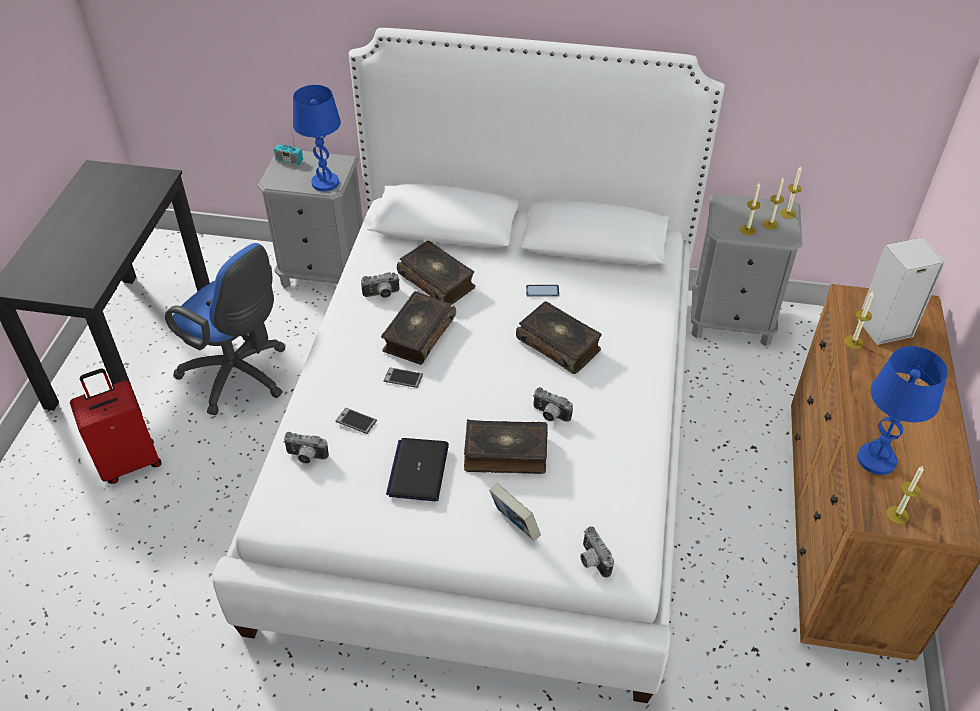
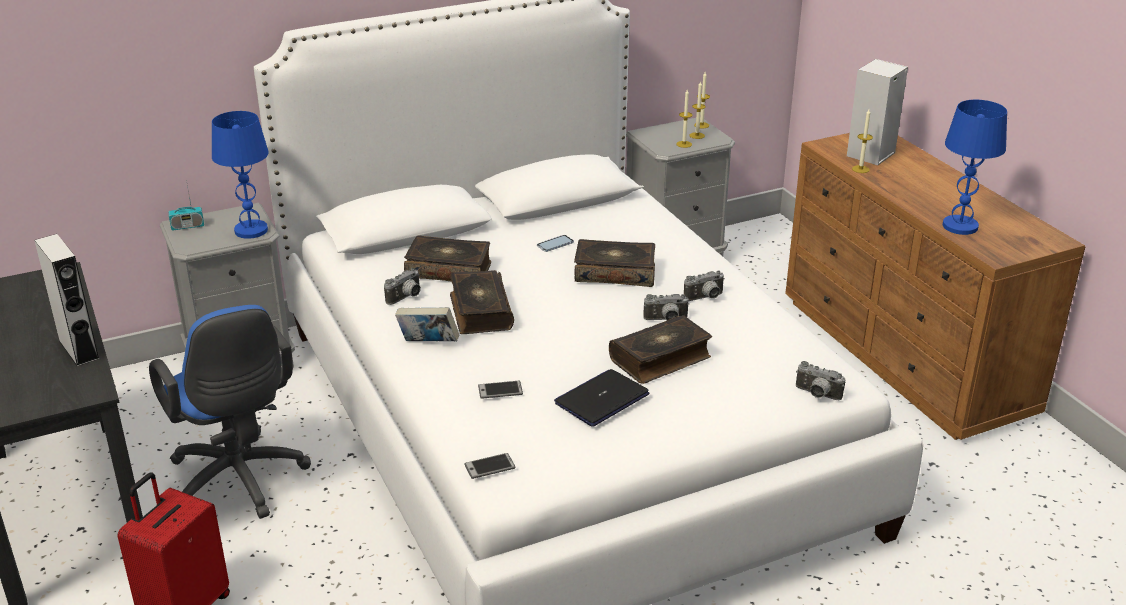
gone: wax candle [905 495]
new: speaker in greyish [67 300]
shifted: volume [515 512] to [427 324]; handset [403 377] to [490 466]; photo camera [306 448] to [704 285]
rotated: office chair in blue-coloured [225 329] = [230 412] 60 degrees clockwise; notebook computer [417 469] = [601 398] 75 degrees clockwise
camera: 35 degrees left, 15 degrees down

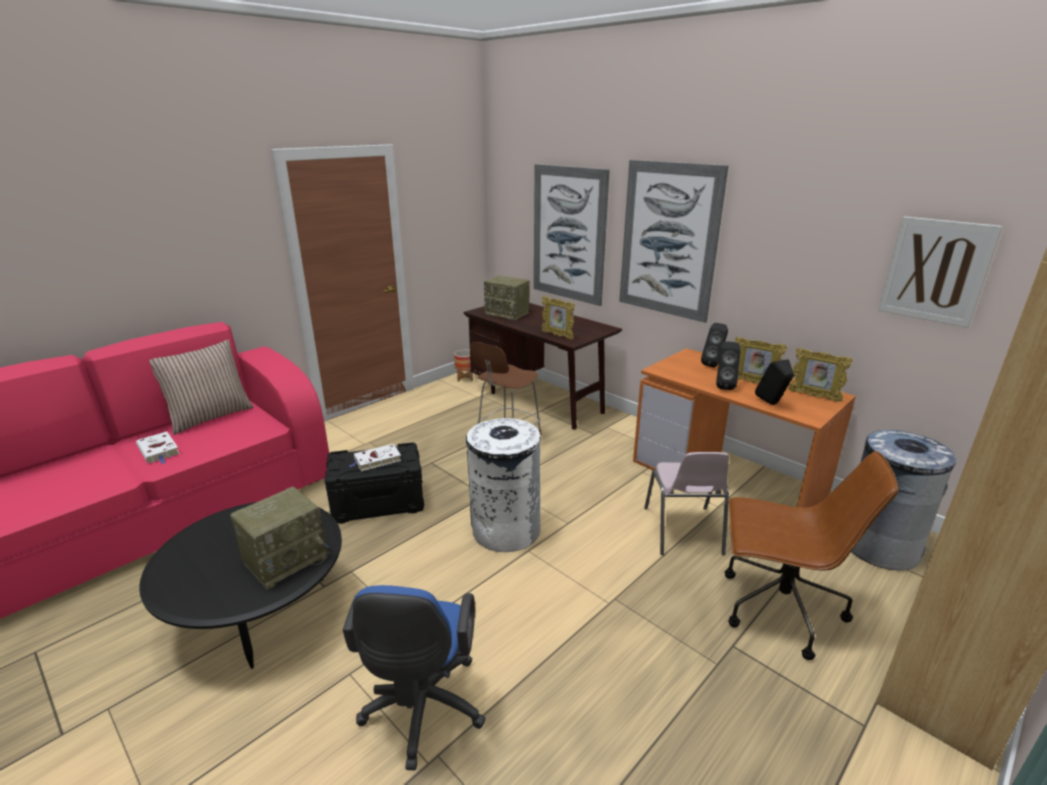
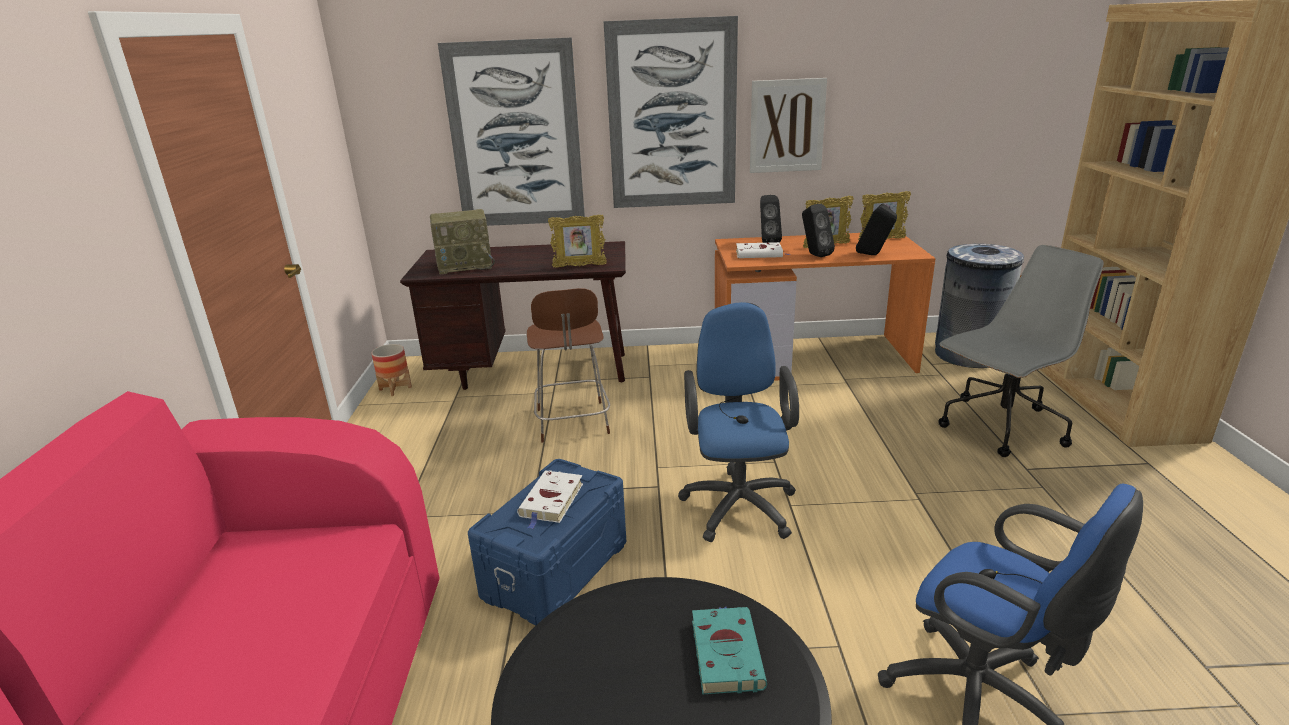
gone: pillow [201 387]; chair in pinkish [686 503]
shifted: volume in white [158 447] to [763 250]; wall art [940 272] to [788 125]
swapped: waste bin in white [503 485] to office chair in blue-coloured [738 422]; radio set [280 538] to volume in blue-green [729 650]
repainted: storage box in blackish [374 483] to storage box in blue-coloured [547 542]; office chair in brown-coloured [811 555] to office chair in greyish [1021 351]
camera: 45 degrees left, 0 degrees up

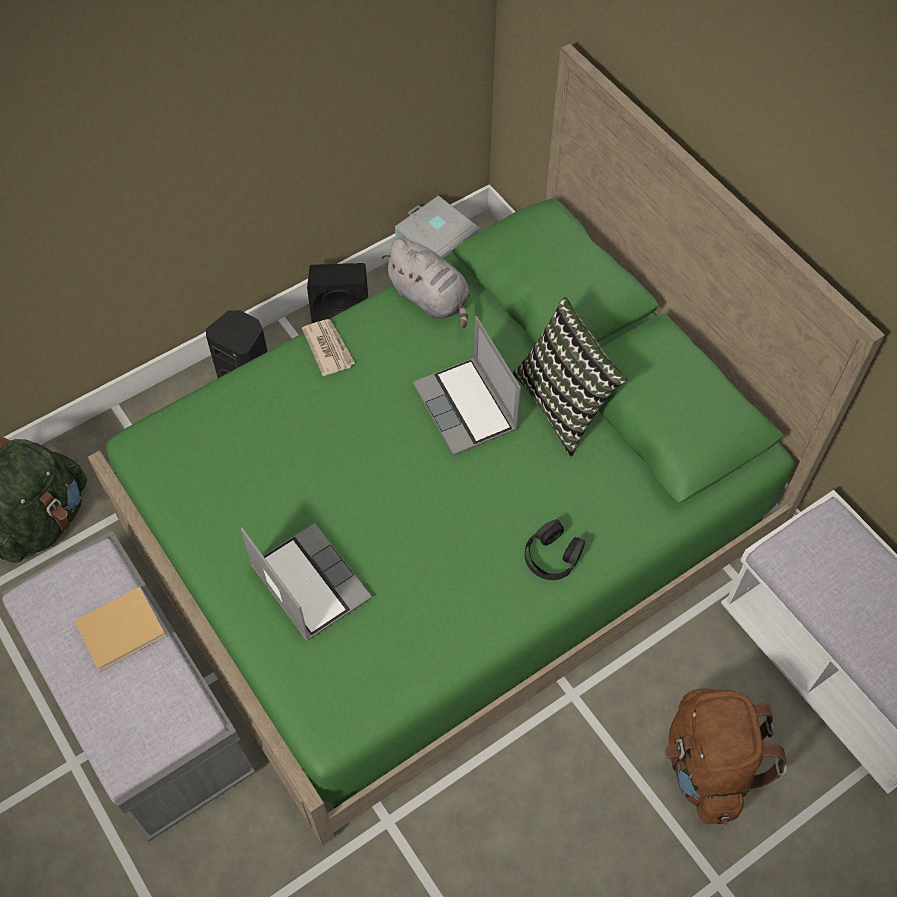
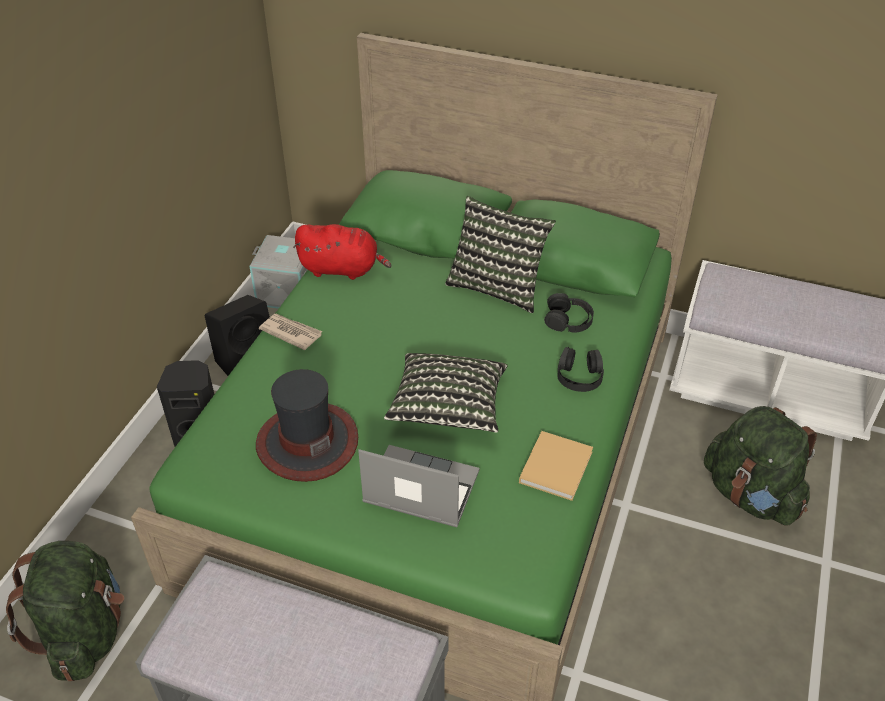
gone: notebook computer [467 386]
new: hat [307 425]; pillow [446 393]; headset in blackish [569 312]
shifted: volume in beige [120 629] to [556 466]
repainted: cuddly toy in greyish [426 283] to cuddly toy in reddish [342 252]; backpack in brown-coloured [725 757] to backpack in green-coloured [760 466]
camera: 35 degrees left, 15 degrees down

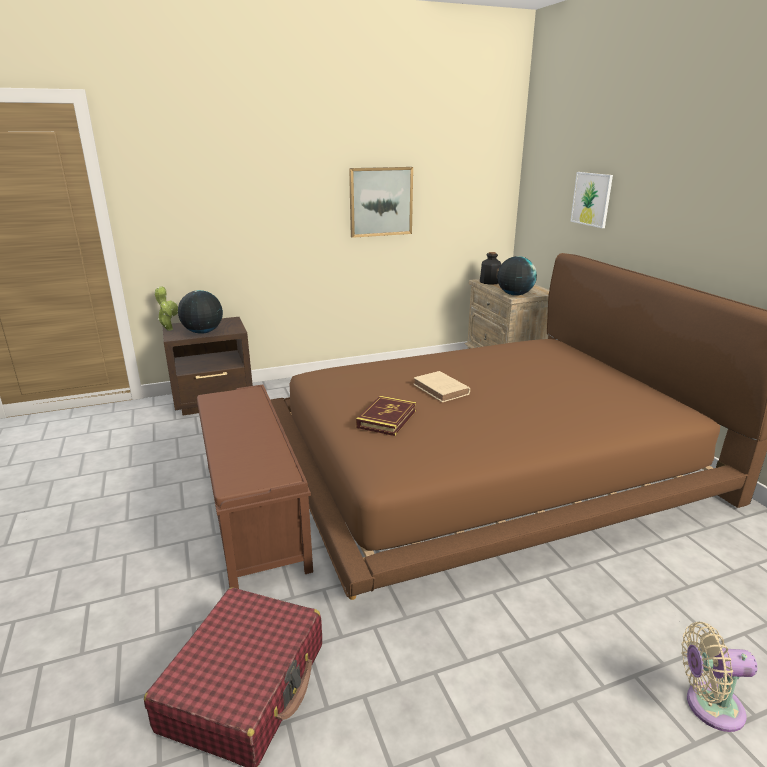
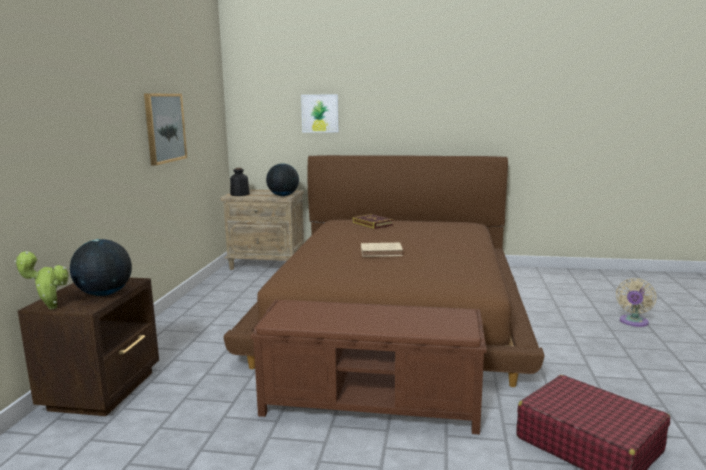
shifted: volume [386 416] to [373 221]
camera: 60 degrees left, 10 degrees down

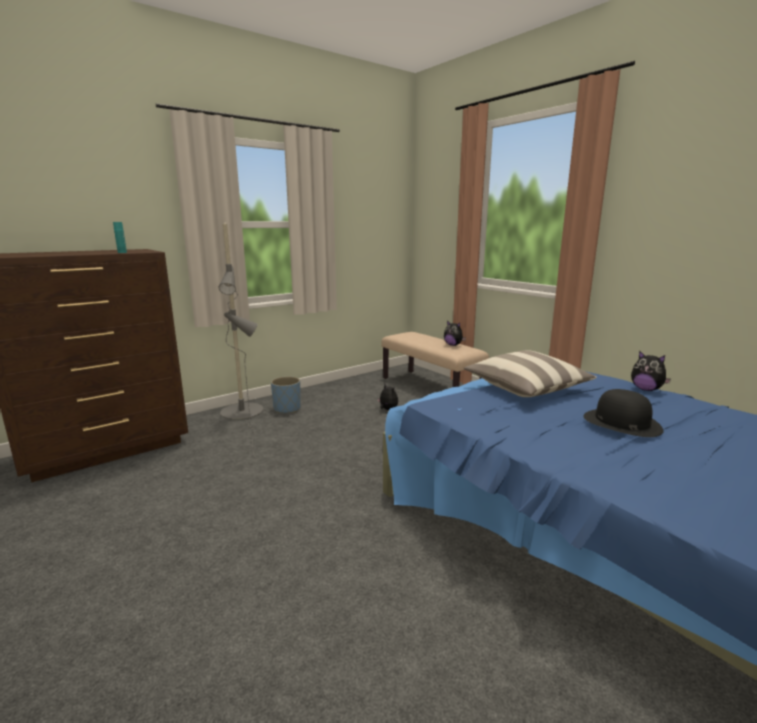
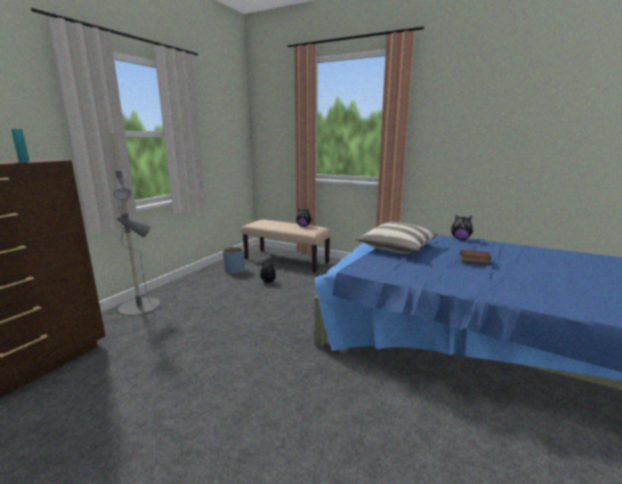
shifted: planter in blue-coloured [286 394] to [234 260]
swapped: hat in blackish [624 413] to volume [476 257]
camera: 25 degrees left, 0 degrees up

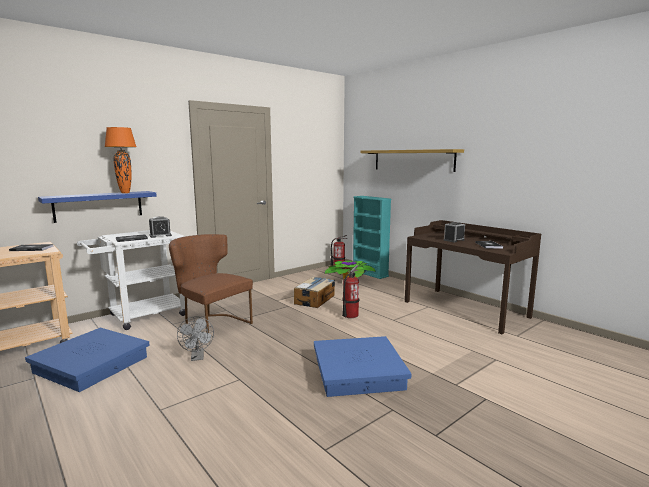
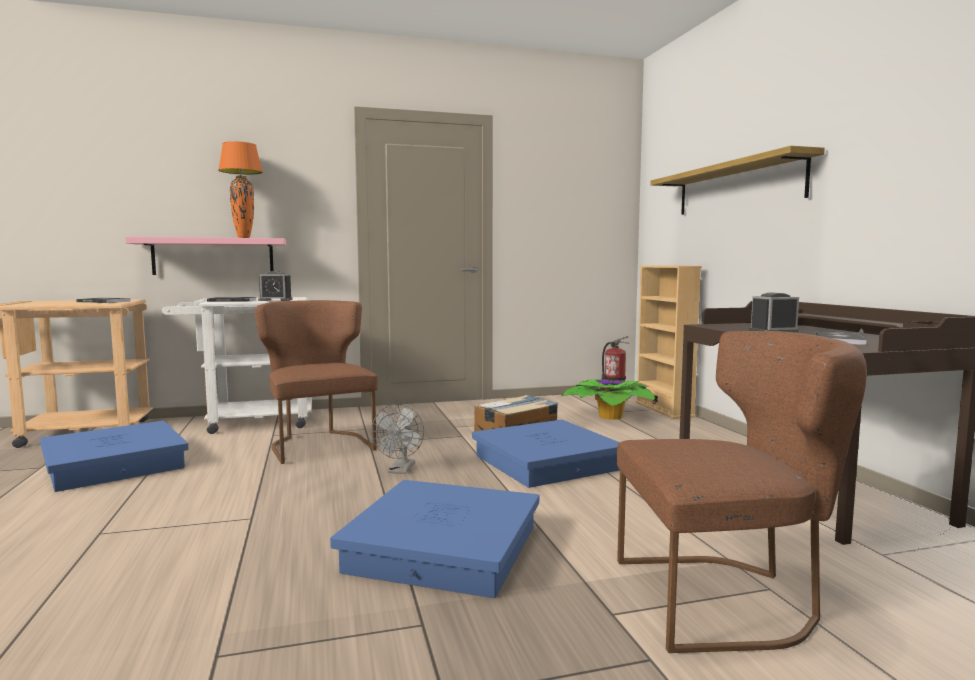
new: chair in brown-coloured [742 492]
shifted: cooling fan in greyish [195 338] to [397 439]
swapped: extinguisher [350 291] to storage box in blue-coloured [546 454]
repainted: shelf in blue-coloured [97 207] to shelf in pinkish [205 256]; shelving unit in blue-green [372 237] to shelving unit in beige [668 342]
camera: 25 degrees right, 5 degrees down

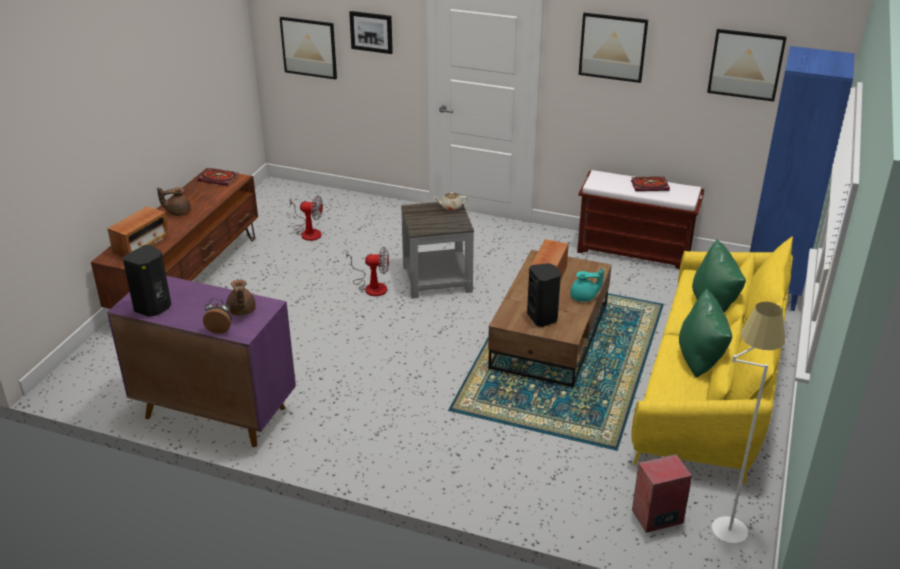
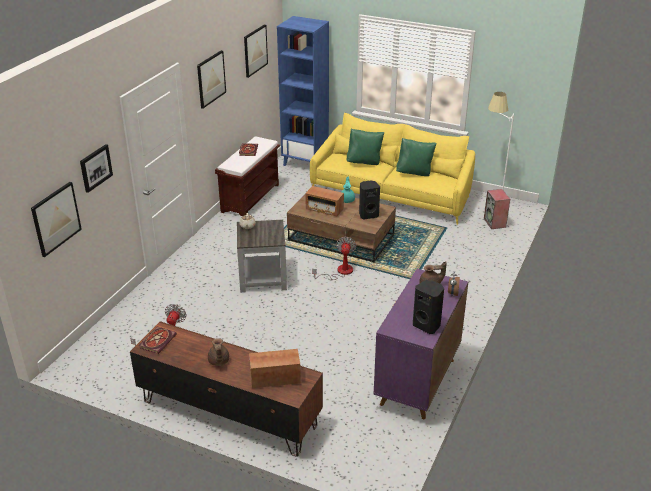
shifted: cooling fan [367 271] to [334 258]
rotated: radio set [138 231] = [275 368] 45 degrees counterclockwise
camera: 85 degrees left, 0 degrees up

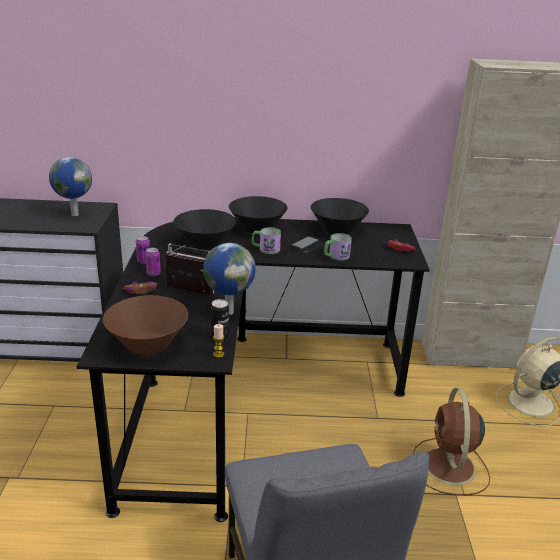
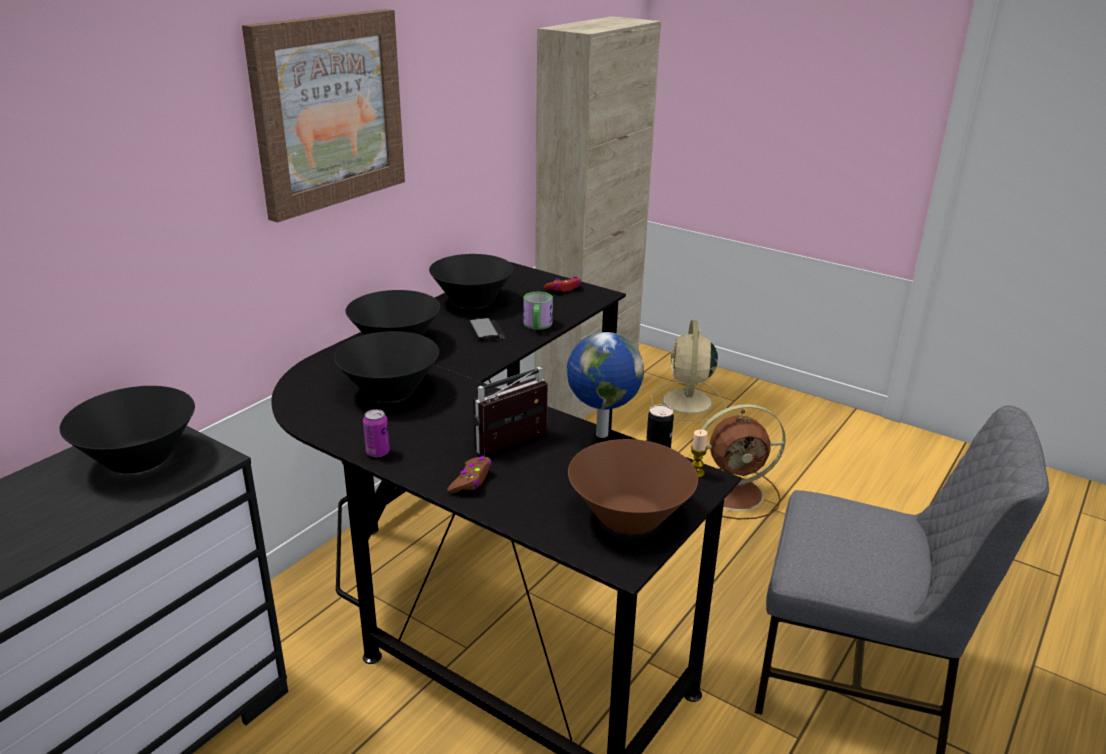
gone: can [153 262]; coffee mug [266 240]
new: wall art [323 115]
swapped: desk globe [70 186] to serving bowl in blackish [127 429]
rotated: cooling fan in brown-coloured [451 441] = [743 461] 45 degrees counterclockwise
camera: 55 degrees left, 0 degrees up

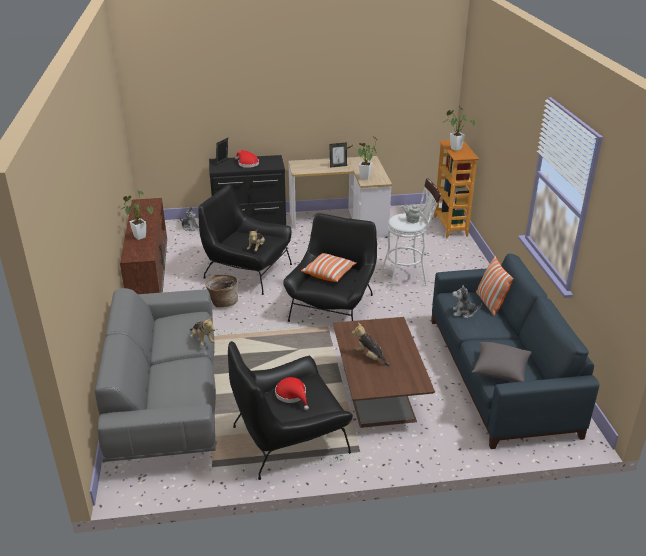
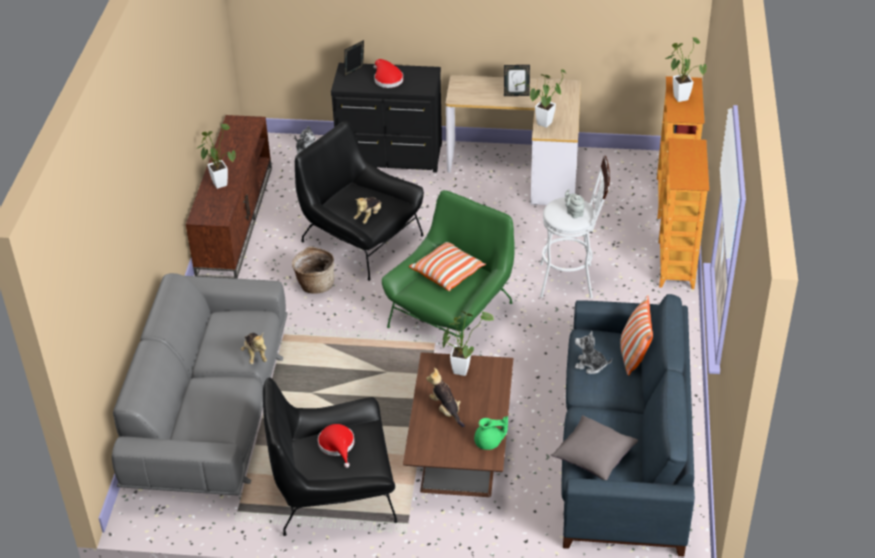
new: plant in a pot [468 343]; pot for tea in green-coloured [491 433]; shelving unit [683 213]
repainted: armchair in blackish [330 267] to armchair in green-coloured [448 268]
camera: 15 degrees right, 10 degrees up

